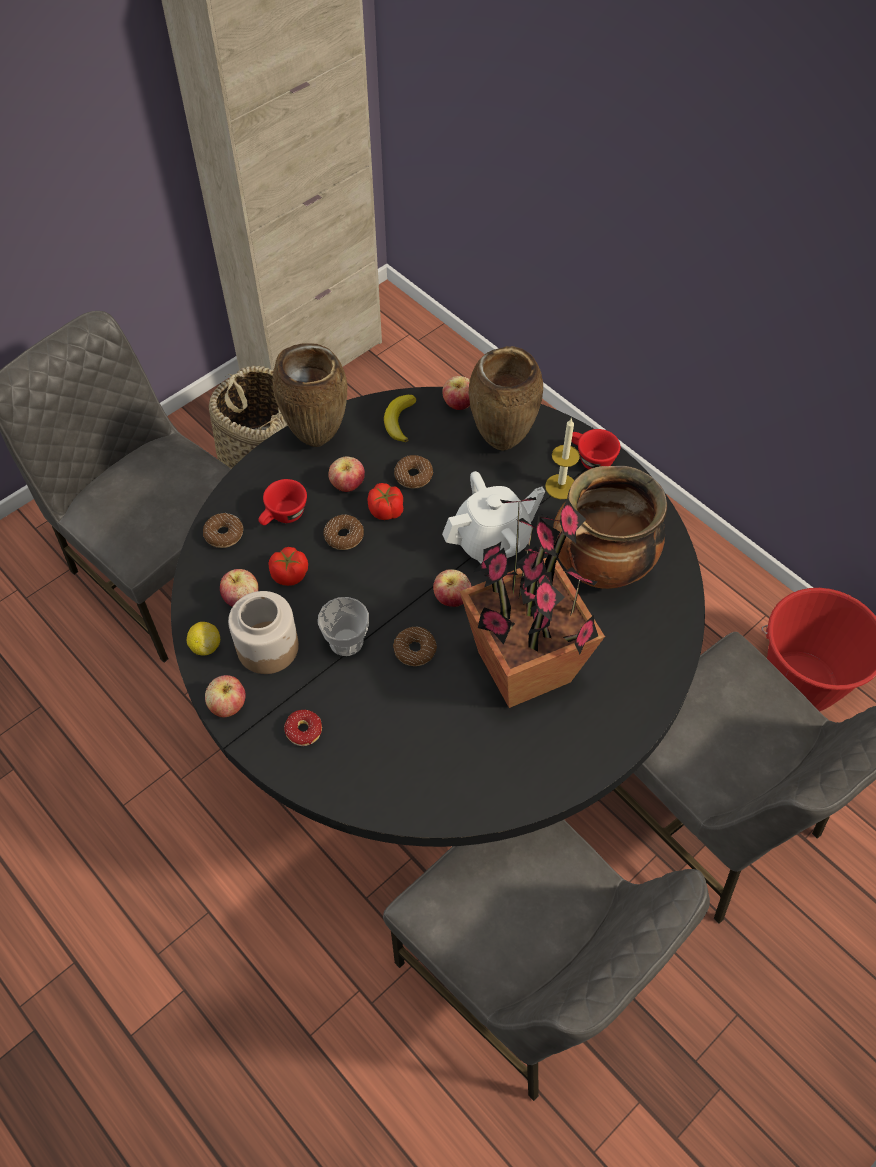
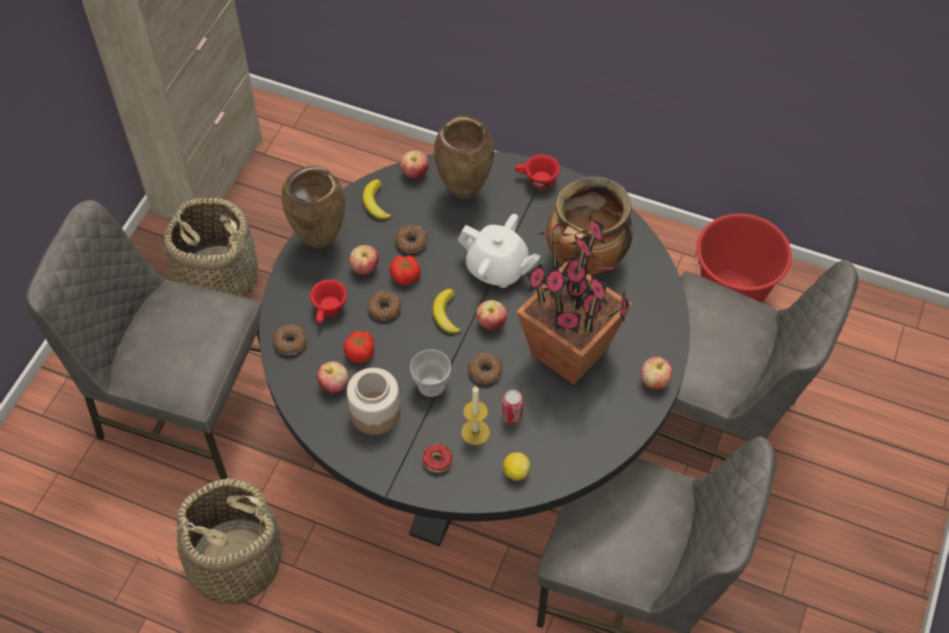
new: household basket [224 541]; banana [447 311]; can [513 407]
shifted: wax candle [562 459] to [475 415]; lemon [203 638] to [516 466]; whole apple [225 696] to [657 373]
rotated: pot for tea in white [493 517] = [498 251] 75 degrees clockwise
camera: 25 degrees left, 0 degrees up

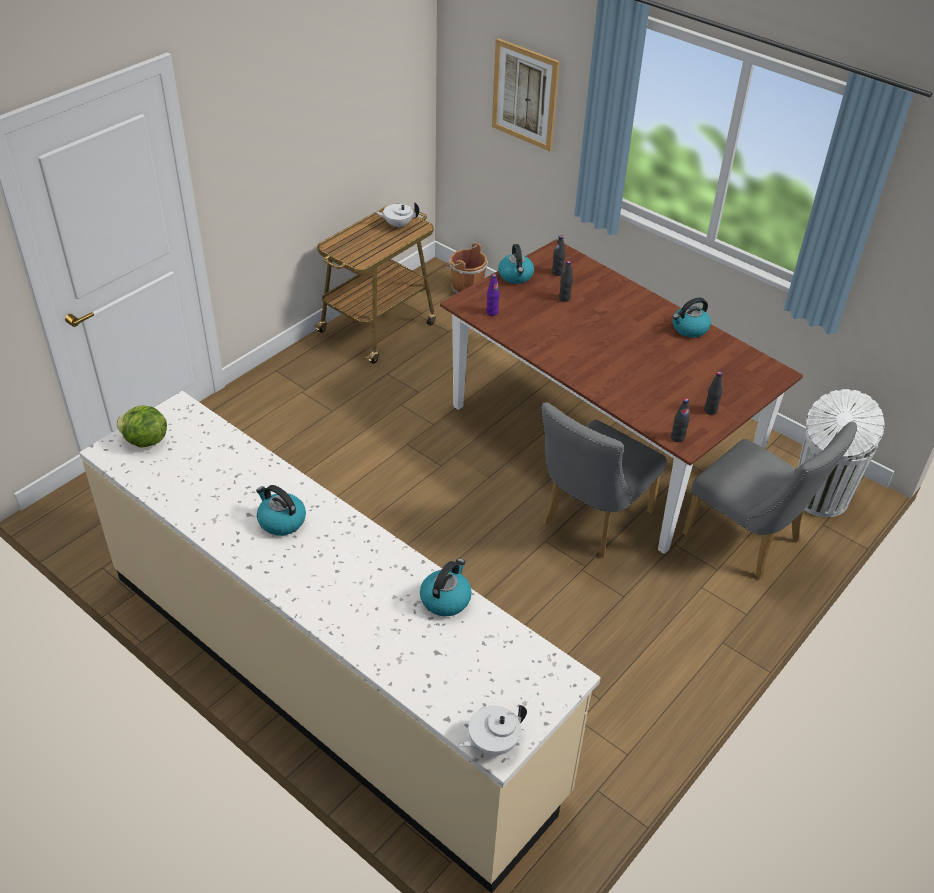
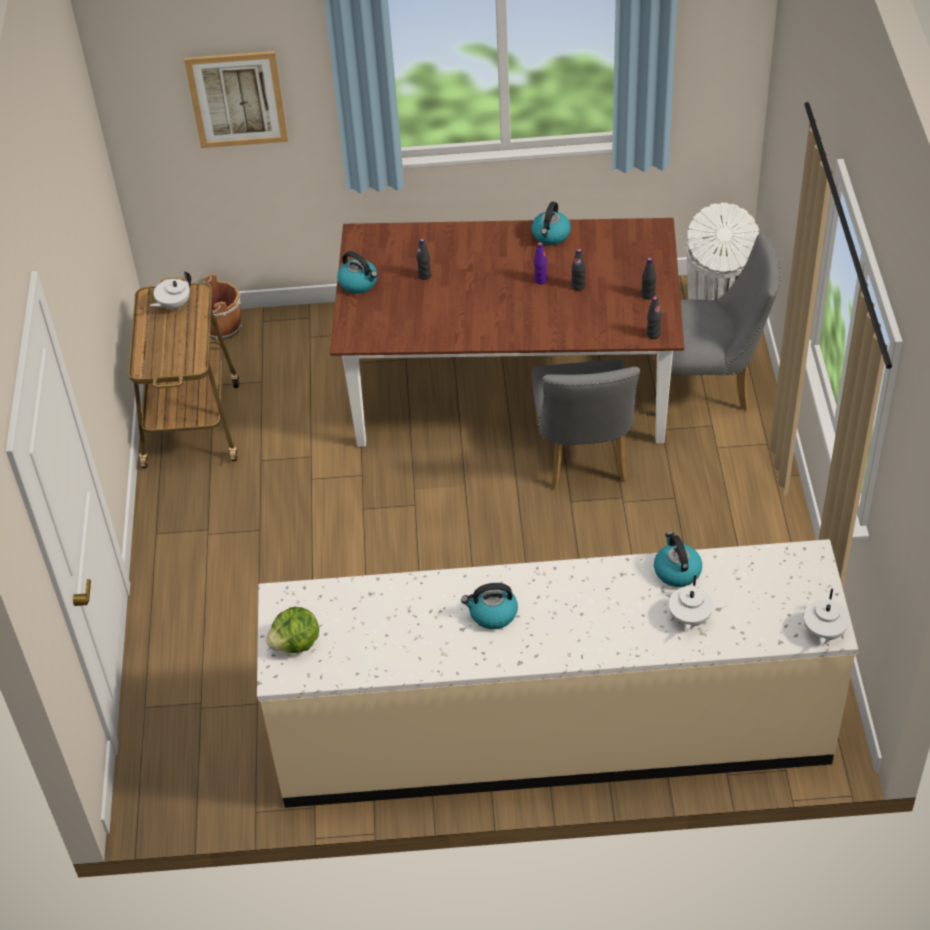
new: pot for tea in white [691 603]
shifted: beverage bottle in purple-coloured [493 295] to [541 263]; beverage bottle in blackish [558 255] to [578 270]
camera: 40 degrees left, 5 degrees up

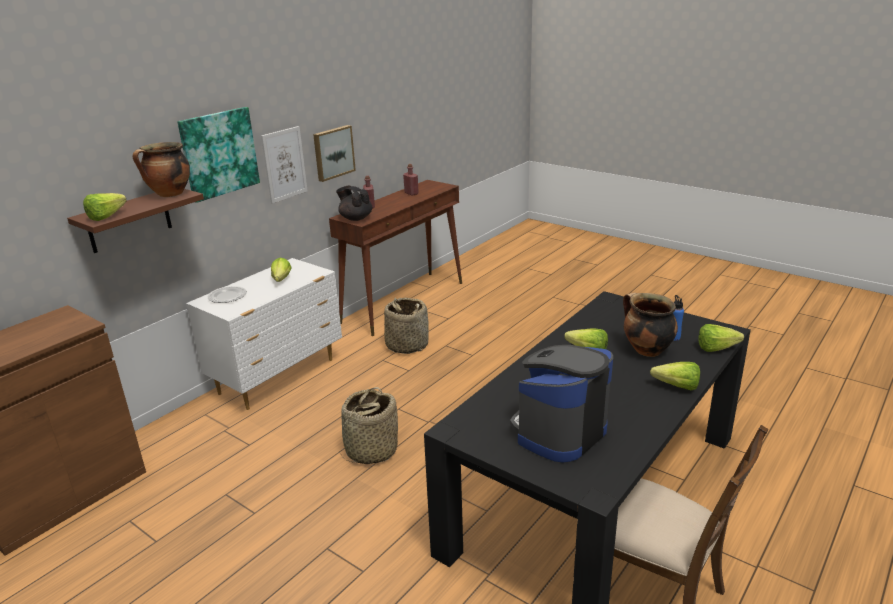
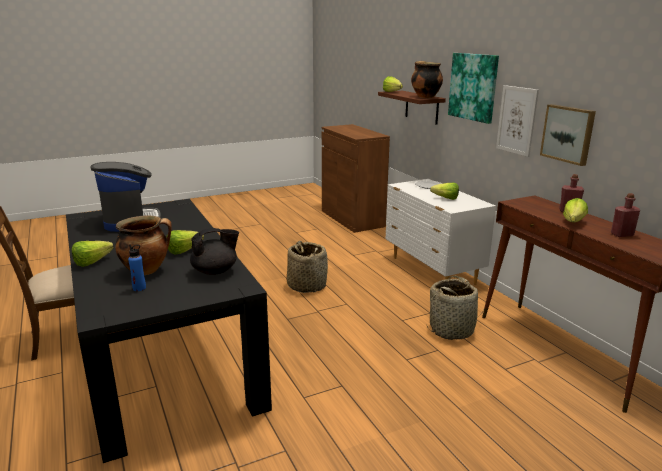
shifted: pot for tea in blackish [354 203] to [214 251]; lettuce head [721 338] to [575 210]
camera: 115 degrees right, 5 degrees down

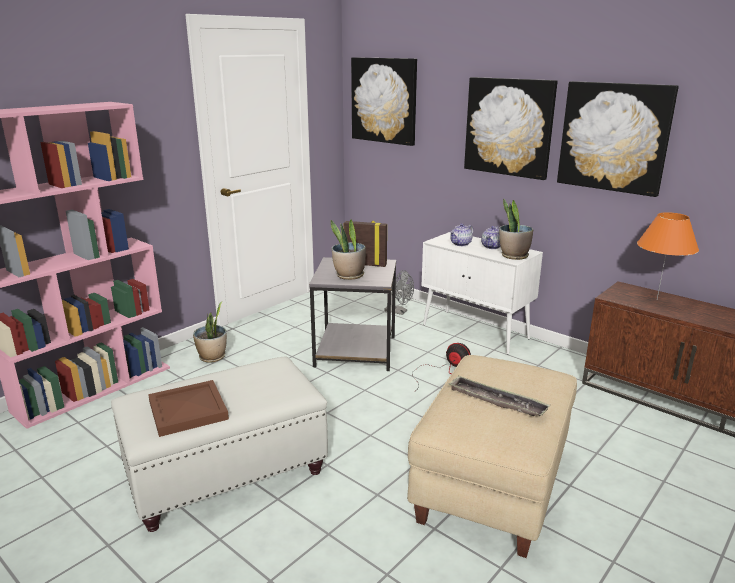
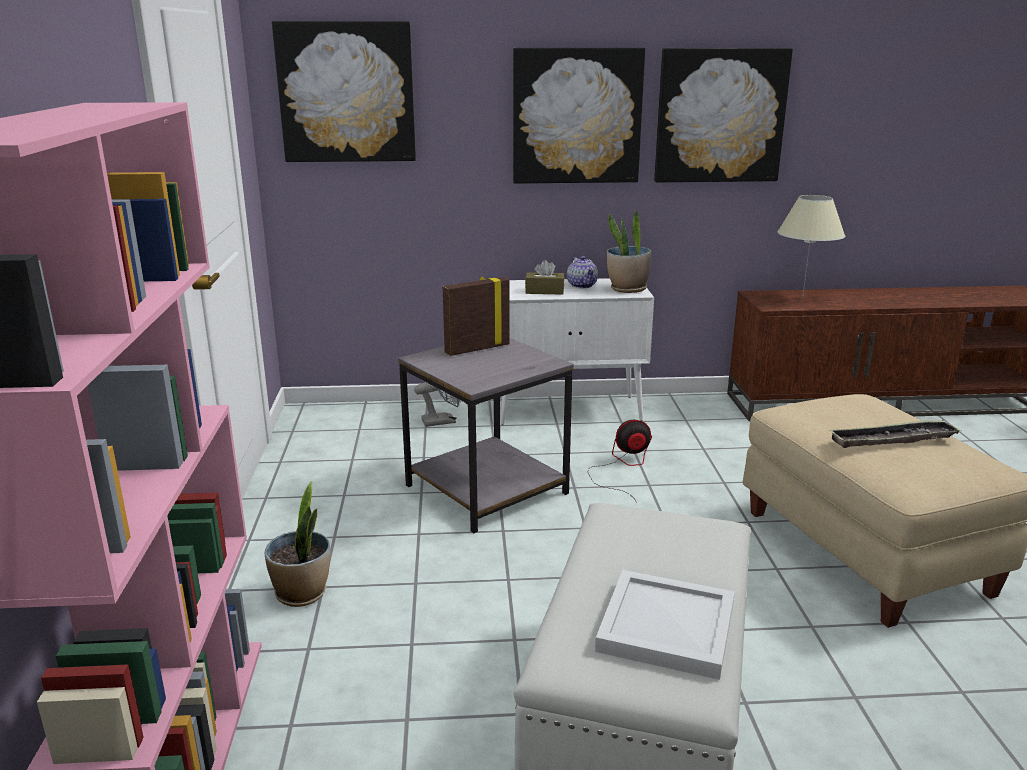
gone: plant in a pot [348 249]
swapped: pot for tea [461 234] to tissue holder in brown-coloured [545 277]
repainted: carrying tray in brown-coloured [188 408] to carrying tray in white [665 625]; tabletop lamp in orange-coloured [668 255] to tabletop lamp in beige [811 246]
camera: 45 degrees left, 0 degrees up

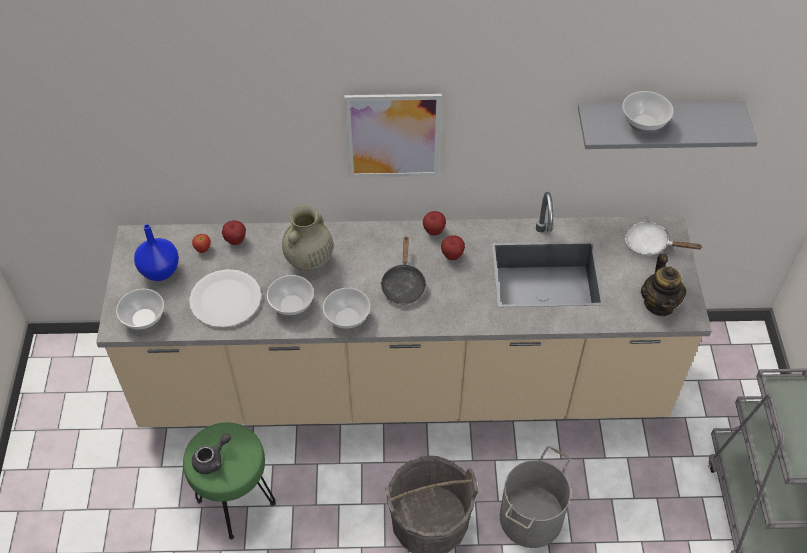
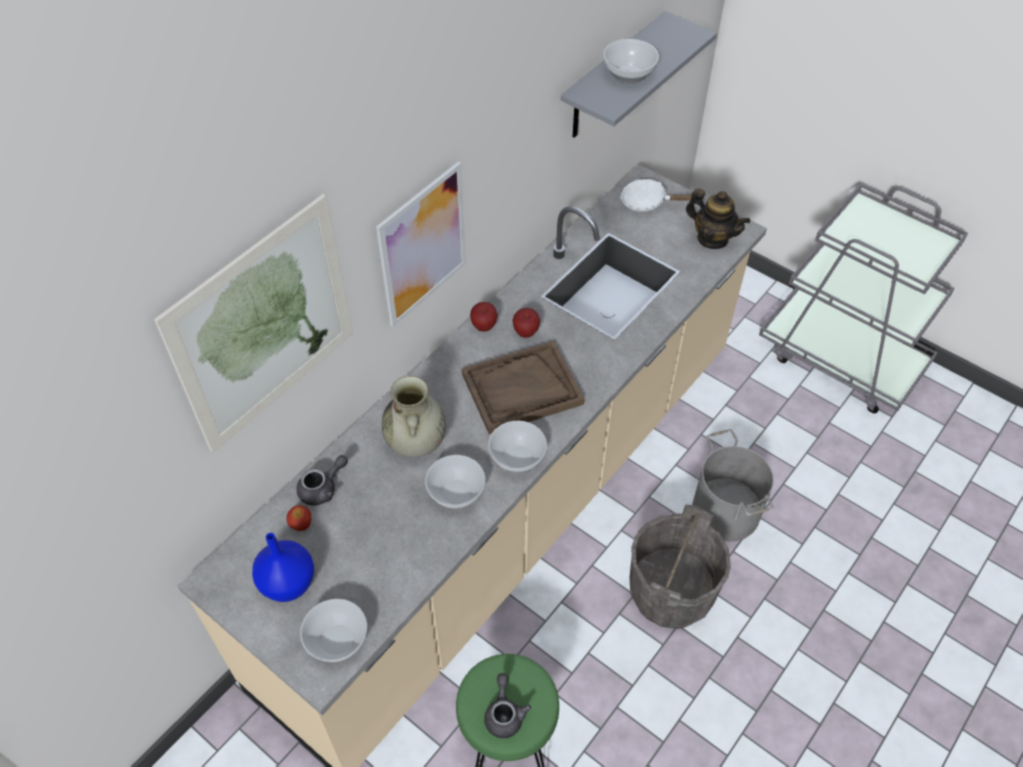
gone: dinner plate in white [225 298]
new: wall art [253 323]
swapped: whole apple [234 232] to pot for tea in greyish [322 480]; frying pan in blackish [403 271] to carrying tray in brown-coloured [523 387]
rotated: frying pan in white [664 239] = [656 195] 45 degrees clockwise
camera: 50 degrees left, 0 degrees up

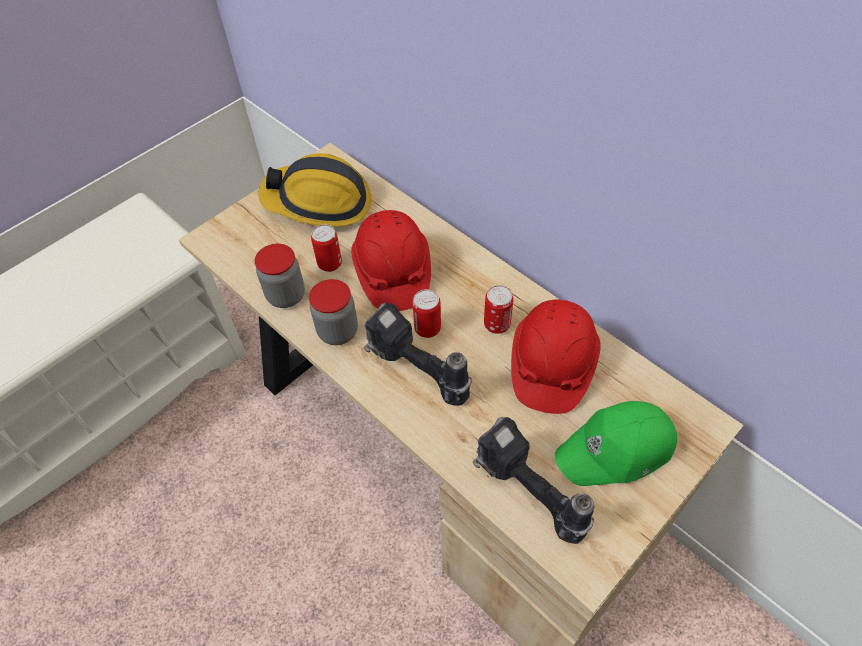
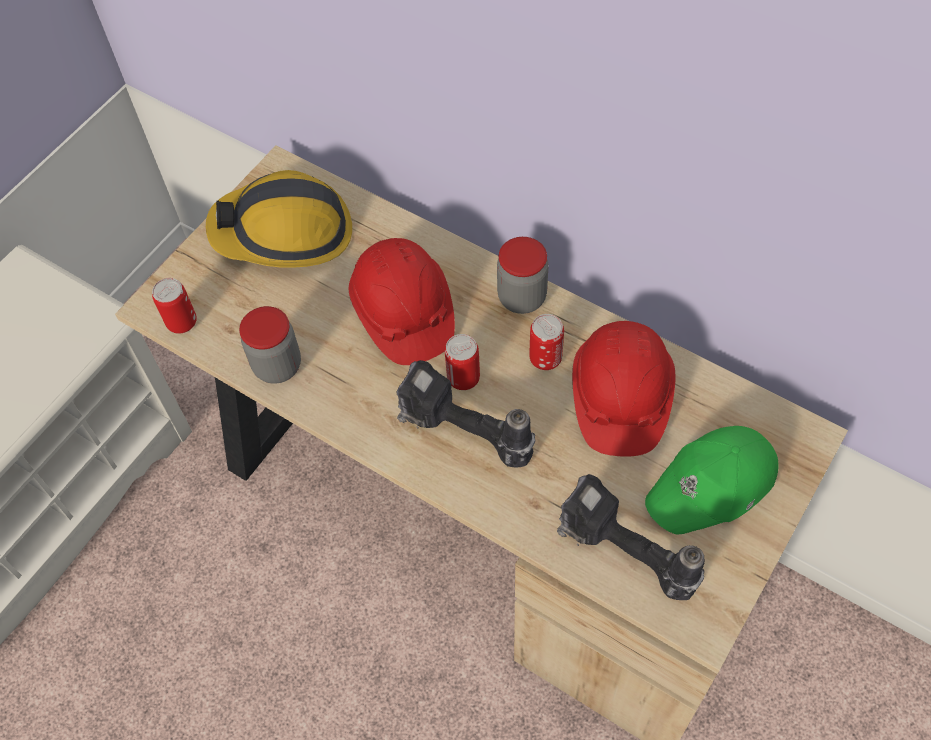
shifted: can [326 248] to [174 305]; preserve jar [333 312] to [523 275]
camera: 10 degrees left, 5 degrees up

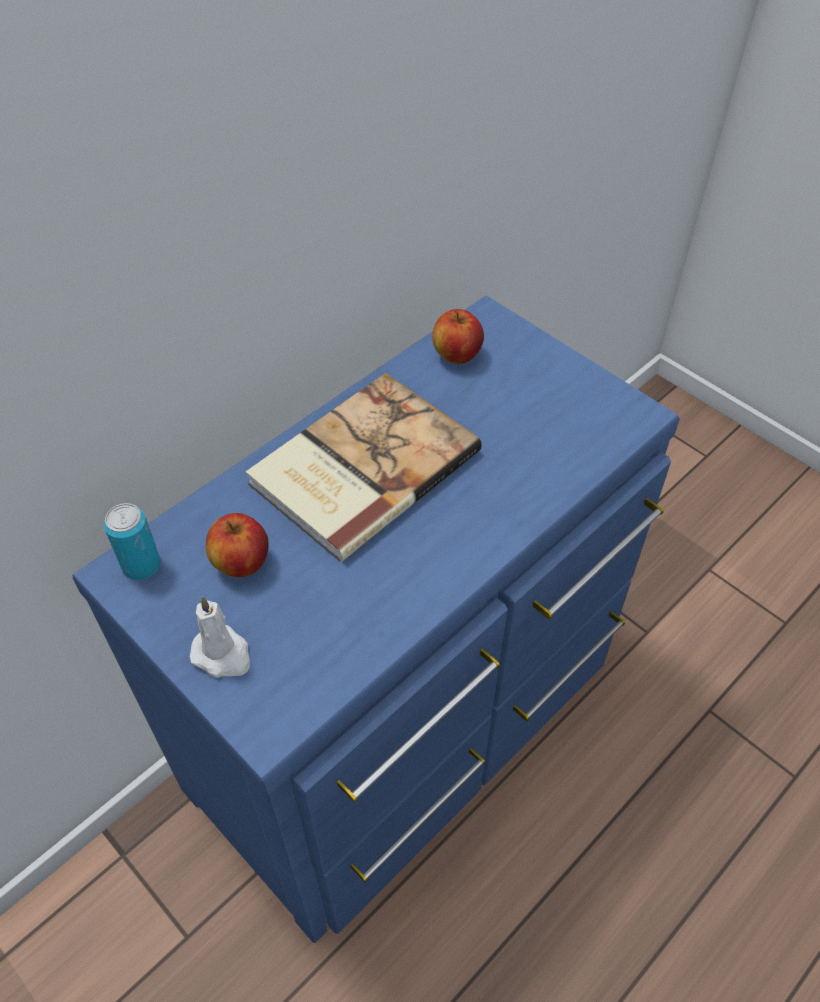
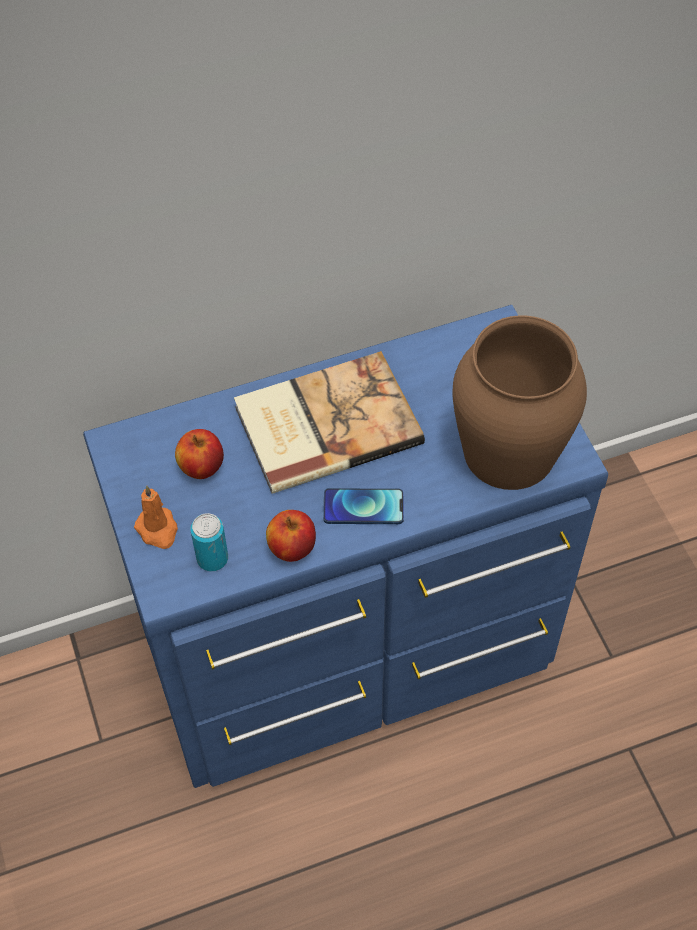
new: handset [363 506]; flower vase in brown-coloured [519 402]
shifted: can [132 541] to [209 542]; whole apple [458 336] to [291 536]
repainted: wax candle in white [219 636] to wax candle in orange-coloured [156 517]
camera: 25 degrees right, 5 degrees up

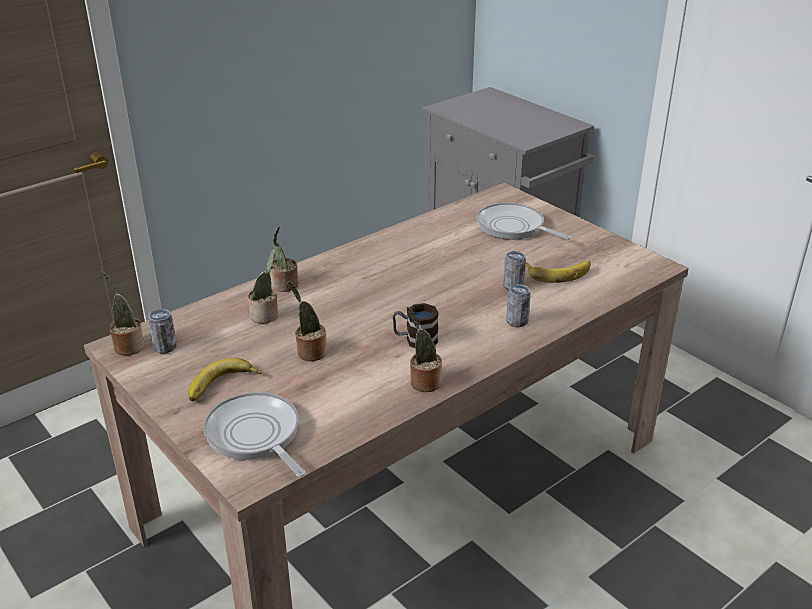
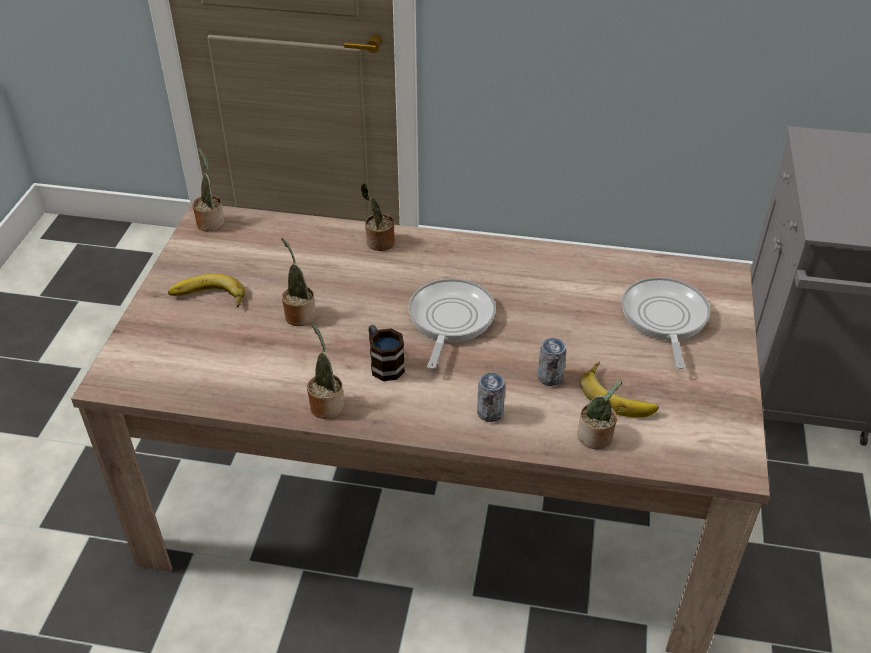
gone: can [162 331]
shifted: frying pan [254 434] to [452 323]; plant in a pot [263 285] to [599 414]
camera: 50 degrees right, 10 degrees up

